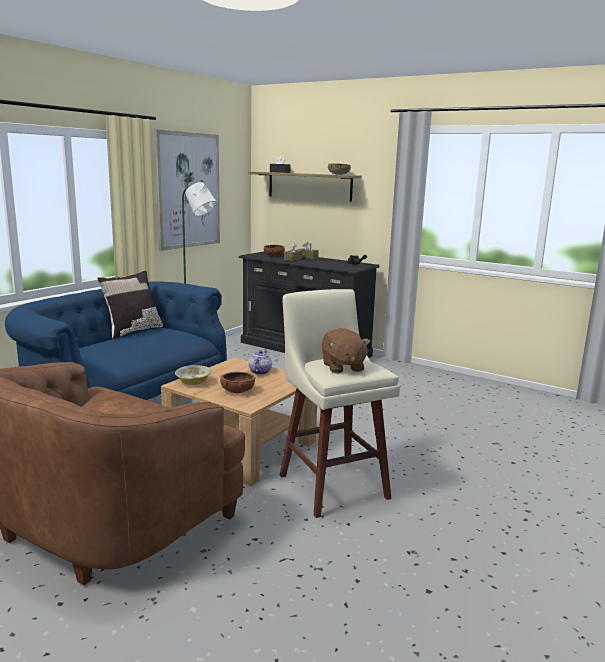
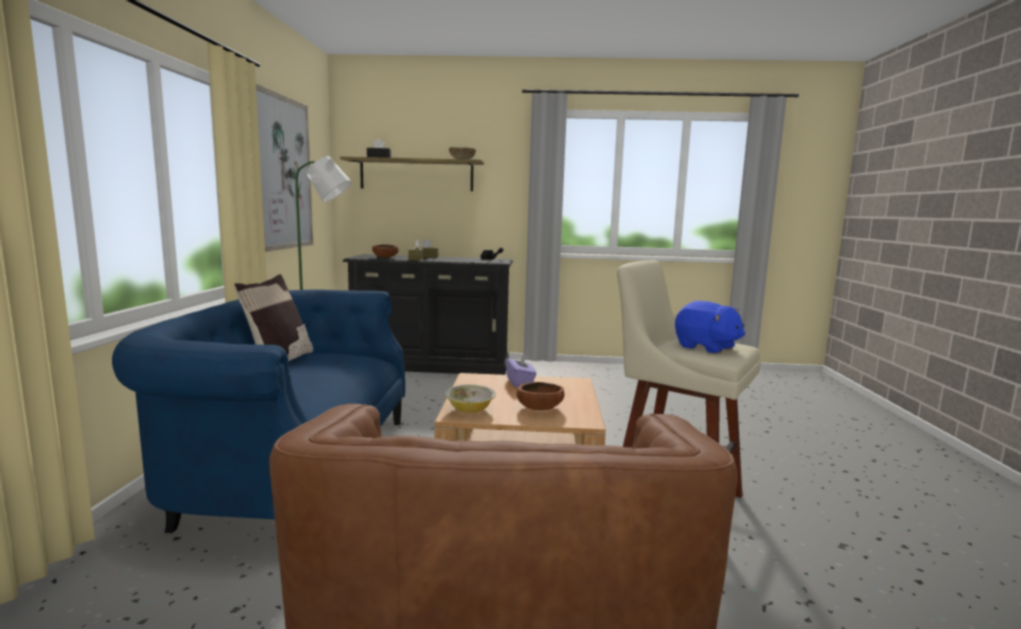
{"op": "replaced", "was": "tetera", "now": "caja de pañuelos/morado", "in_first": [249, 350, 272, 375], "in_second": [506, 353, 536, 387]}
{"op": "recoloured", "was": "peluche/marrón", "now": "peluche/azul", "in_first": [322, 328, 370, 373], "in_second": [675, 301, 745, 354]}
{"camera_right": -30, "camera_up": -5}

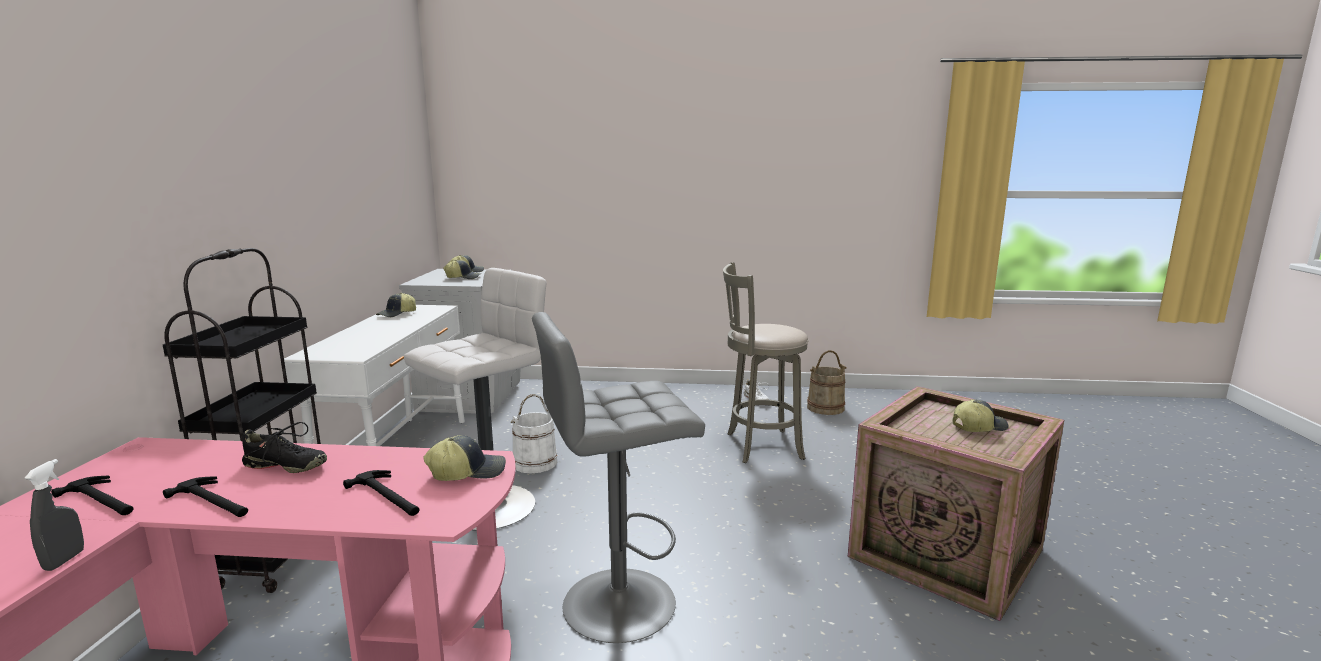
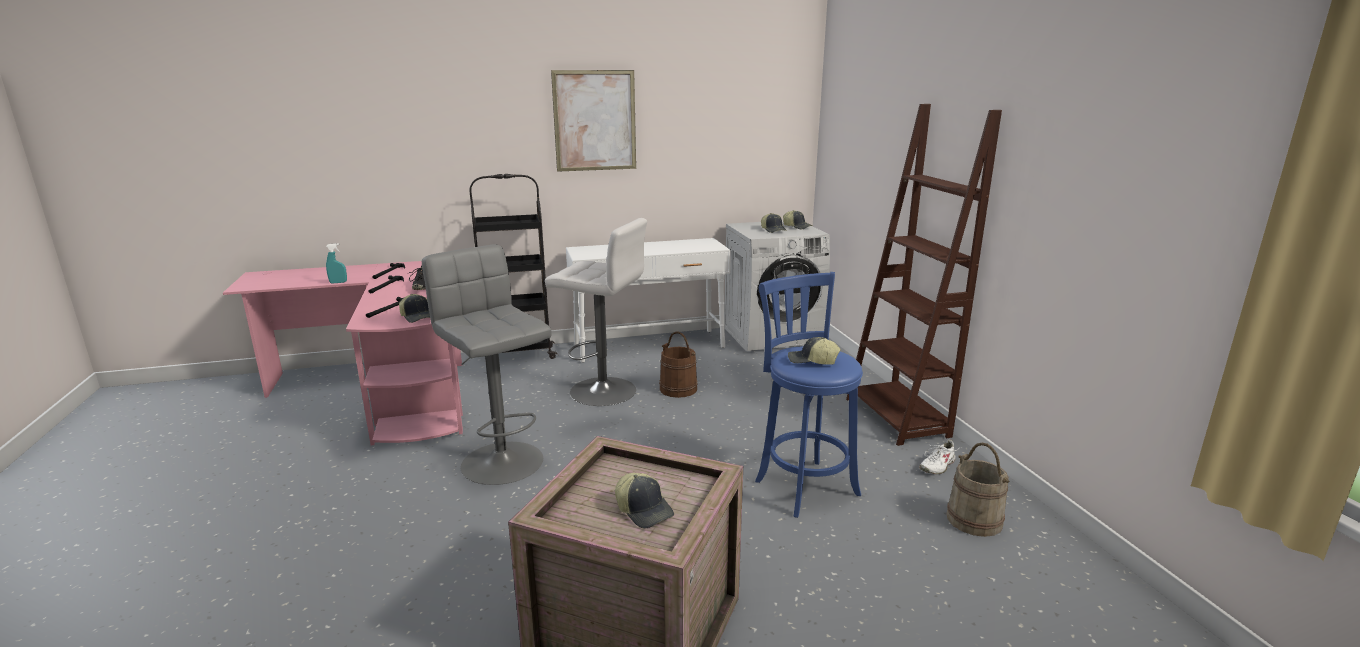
{"op": "recoloured", "was": "pulverizador/gris", "now": "pulverizador/turquesa", "in_first": [25, 459, 84, 571], "in_second": [326, 243, 347, 284]}
{"op": "moved", "was": "gorra", "in_first": [376, 293, 416, 317], "in_second": [788, 337, 841, 365]}
{"op": "recoloured", "was": "cubo/blanco", "now": "cubo/marrón", "in_first": [510, 394, 557, 473], "in_second": [659, 331, 698, 398]}
{"op": "recoloured", "was": "taburete/gris", "now": "taburete/azul", "in_first": [723, 262, 808, 463], "in_second": [755, 272, 863, 518]}
{"op": "added", "now": "cuadro", "in_second": [551, 70, 636, 172]}
{"op": "added", "now": "estantería/marrón", "in_second": [846, 104, 1002, 446]}
{"camera_right": 70, "camera_up": 5}

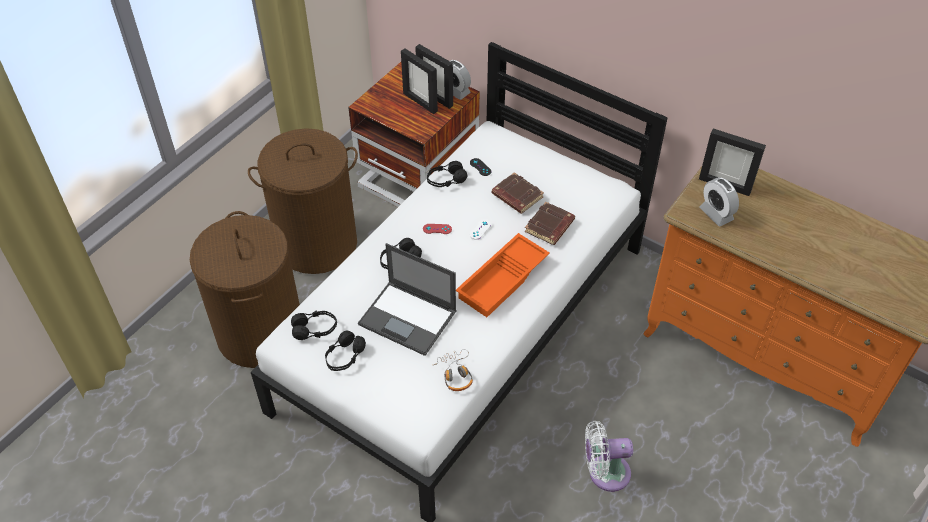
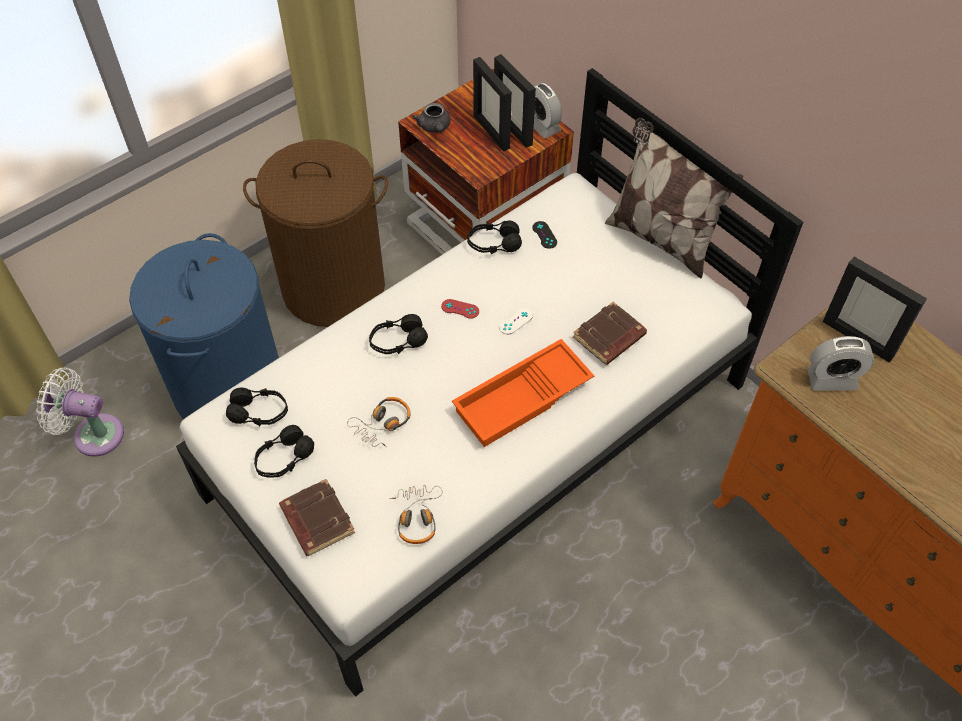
{"op": "recoloured", "was": "cesto de la ropa/marrón", "now": "cesto de la ropa/azul", "in_first": [190, 211, 300, 368], "in_second": [129, 233, 279, 419]}
{"op": "replaced", "was": "portátil", "now": "auriculares", "in_first": [358, 243, 457, 356], "in_second": [347, 397, 411, 447]}
{"op": "moved", "was": "libro/marrón", "in_first": [492, 172, 544, 214], "in_second": [279, 479, 355, 556]}
{"op": "moved", "was": "ventilador/blanco", "in_first": [585, 421, 633, 492], "in_second": [36, 367, 124, 457]}
{"op": "turned", "was": "despertador", "in_first": [699, 177, 739, 227], "in_second": [807, 336, 874, 391], "clockwise": -75}
{"op": "added", "now": "tetera/gris", "in_second": [413, 103, 450, 133]}
{"op": "added", "now": "cojín", "in_second": [605, 118, 743, 279]}
{"camera_right": 15, "camera_up": 5}

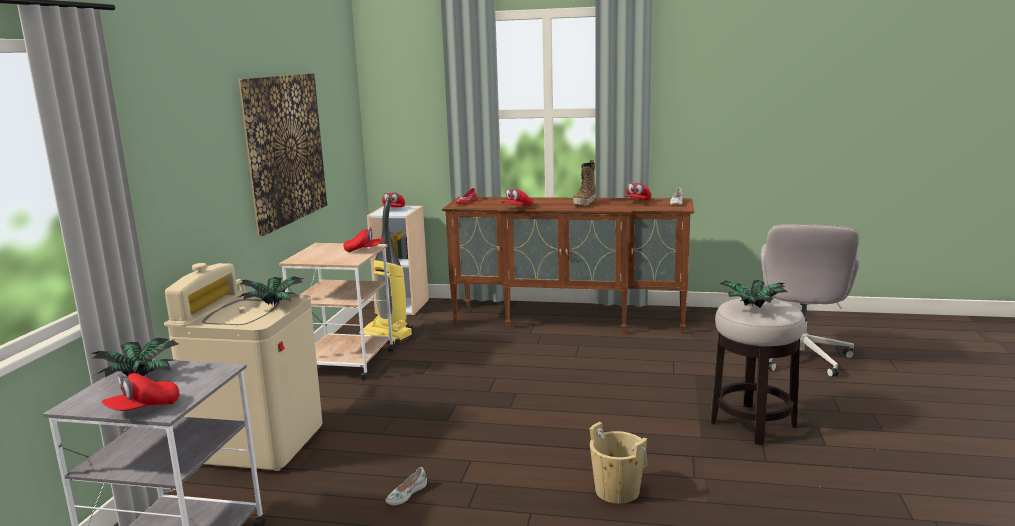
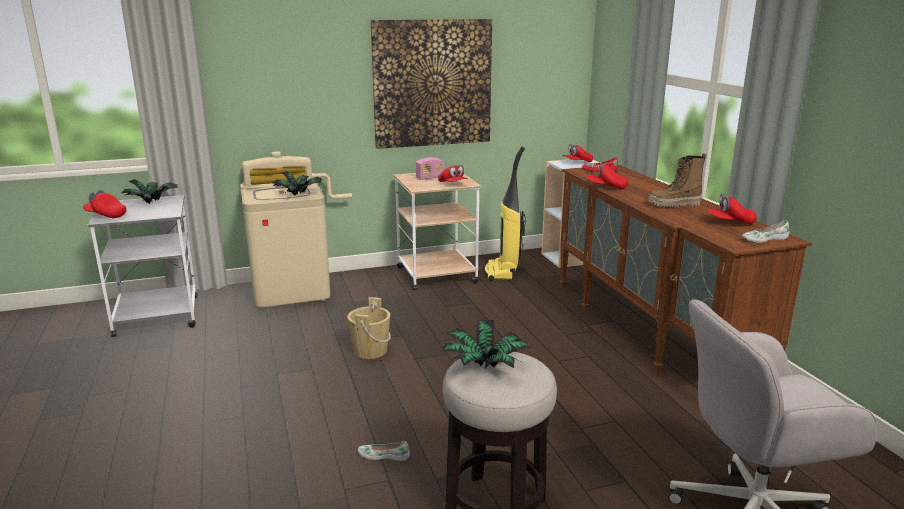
{"op": "moved", "was": "zapato/blanco", "in_first": [385, 467, 427, 505], "in_second": [358, 441, 410, 461]}
{"op": "moved", "was": "cubo/beis", "in_first": [590, 422, 647, 504], "in_second": [347, 297, 391, 359]}
{"op": "added", "now": "radio", "in_second": [416, 157, 444, 180]}
{"camera_right": 60, "camera_up": 5}

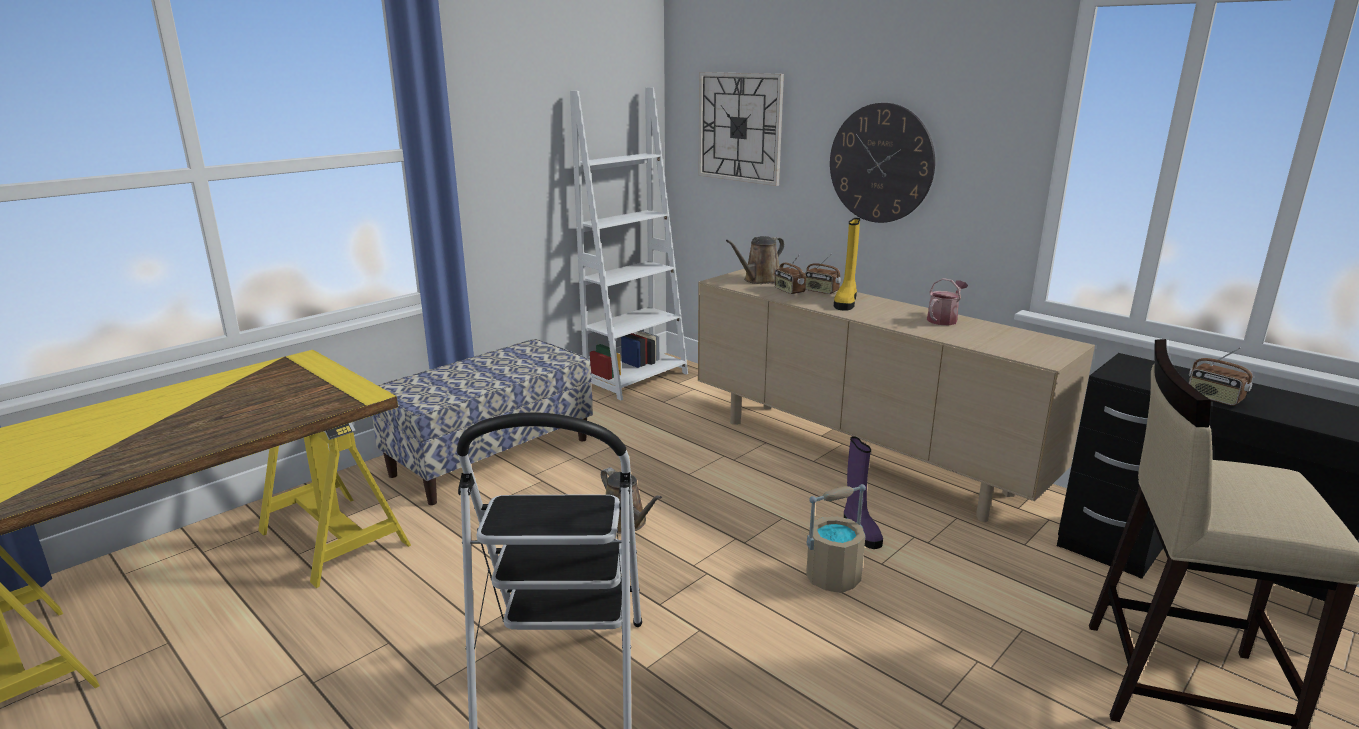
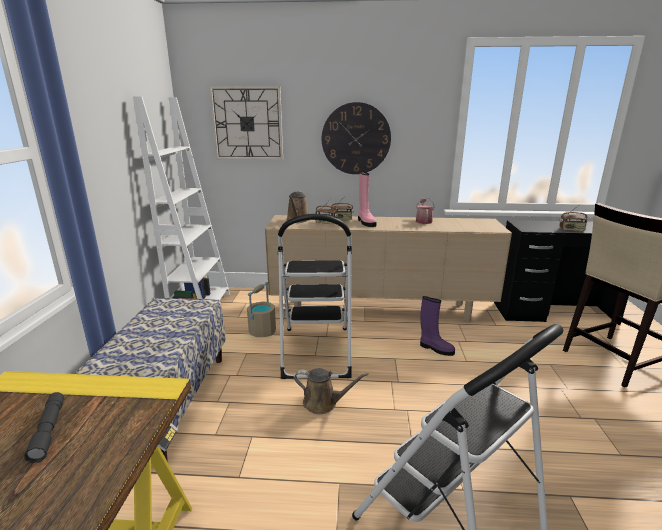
{"op": "moved", "was": "cubo/beis", "in_first": [806, 484, 866, 593], "in_second": [247, 282, 276, 337]}
{"op": "recoloured", "was": "bota/amarillo", "now": "bota/rosa", "in_first": [834, 218, 860, 311], "in_second": [358, 171, 377, 227]}
{"op": "added", "now": "linterna/gris", "in_second": [24, 392, 64, 463]}
{"op": "added", "now": "escalera de tijera", "in_second": [278, 214, 352, 379]}
{"camera_right": -40, "camera_up": 0}

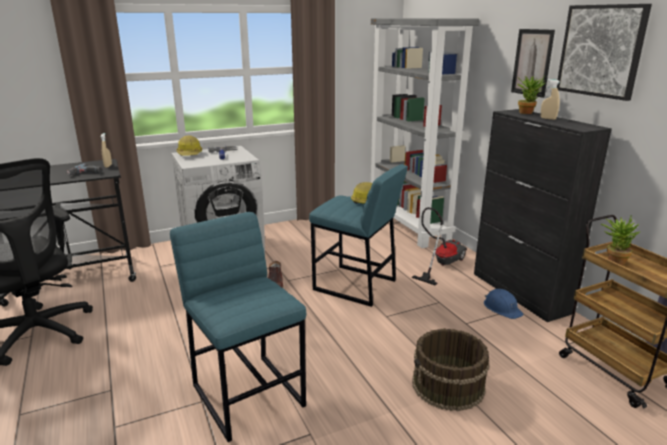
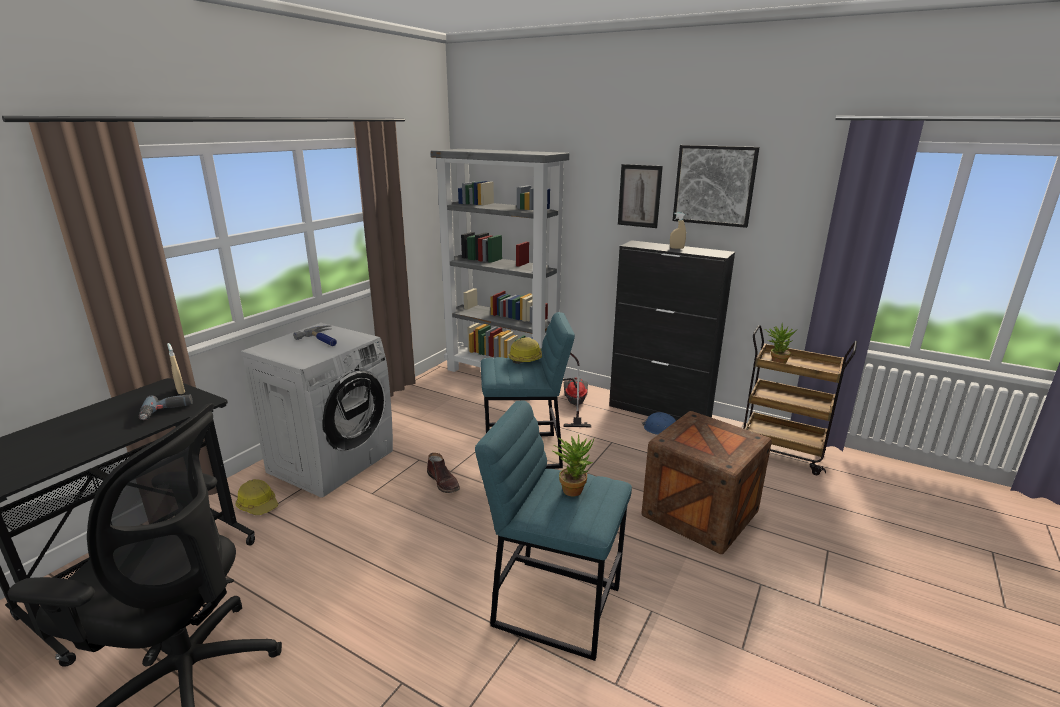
{"op": "moved", "was": "casco", "in_first": [176, 135, 202, 156], "in_second": [236, 479, 279, 515]}
{"op": "replaced", "was": "cubo/marrón", "now": "caja de embalaje", "in_first": [412, 328, 489, 411], "in_second": [641, 411, 772, 554]}
{"op": "moved", "was": "planta en maceta", "in_first": [517, 76, 545, 114], "in_second": [553, 434, 594, 497]}
{"camera_right": -35, "camera_up": 0}

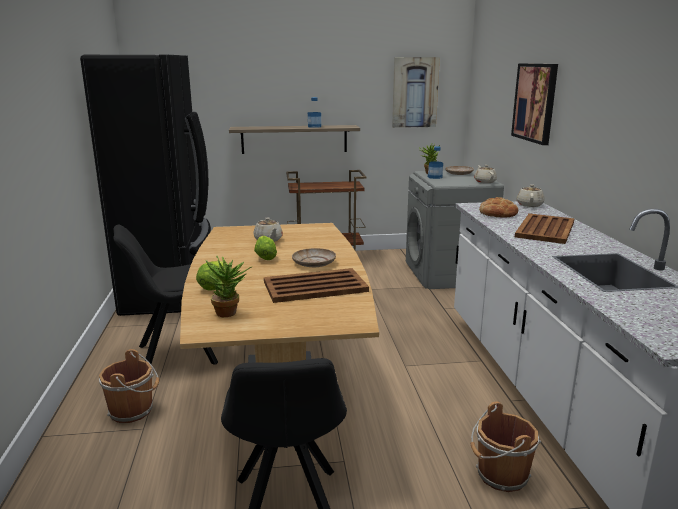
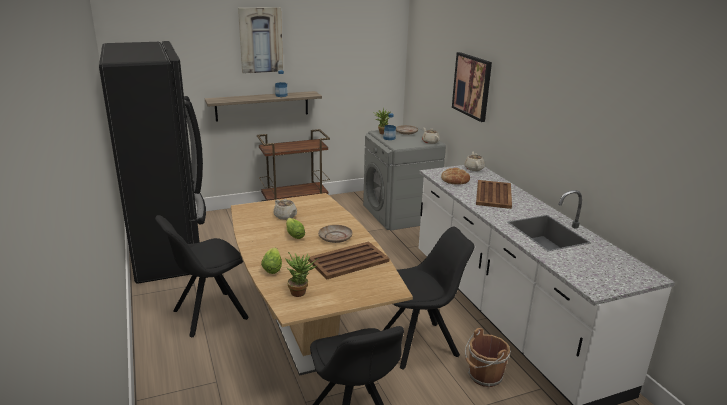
{"op": "removed", "was": "cubo/marrón", "in_first": [99, 349, 159, 423]}
{"op": "moved", "was": "cuadro", "in_first": [392, 57, 440, 128], "in_second": [238, 7, 283, 73]}
{"op": "added", "now": "silla/negro", "in_second": [382, 227, 474, 370]}
{"camera_right": -15, "camera_up": 5}

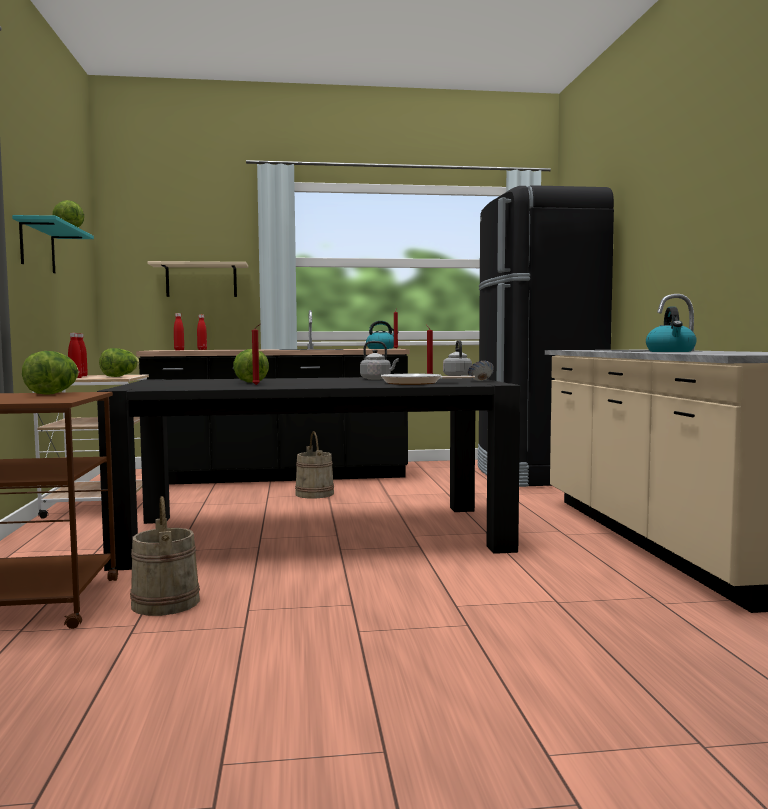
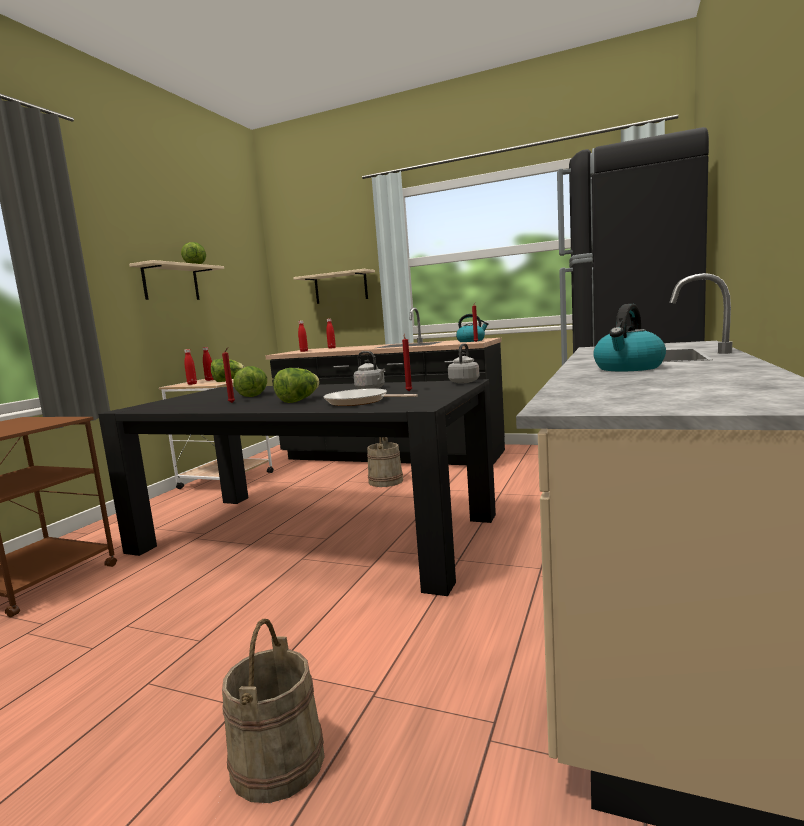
{"op": "recoloured", "was": "estante/turquesa", "now": "estante/beis", "in_first": [12, 215, 94, 273], "in_second": [129, 260, 224, 300]}
{"op": "moved", "was": "lechuga", "in_first": [22, 351, 79, 394], "in_second": [273, 368, 320, 403]}
{"op": "moved", "was": "cubo/beis", "in_first": [130, 496, 200, 616], "in_second": [222, 619, 325, 803]}
{"op": "removed", "was": "cuenco", "in_first": [468, 361, 494, 381]}
{"camera_right": 30, "camera_up": 5}

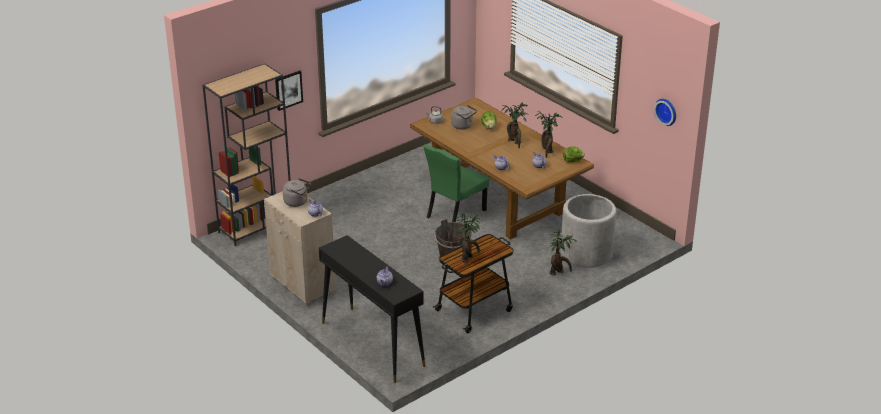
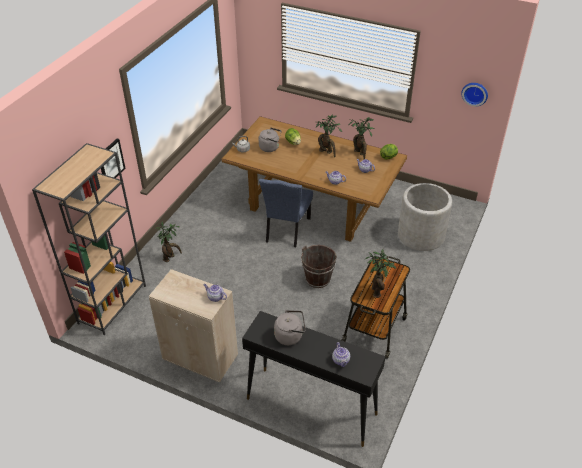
{"op": "moved", "was": "hervidor/gris", "in_first": [283, 178, 311, 207], "in_second": [274, 310, 306, 345]}
{"op": "recoloured", "was": "silla/verde", "now": "silla/azul", "in_first": [423, 144, 489, 222], "in_second": [259, 179, 313, 247]}
{"op": "moved", "was": "planta en maceta", "in_first": [550, 230, 576, 275], "in_second": [155, 222, 182, 262]}
{"camera_right": -25, "camera_up": 10}

